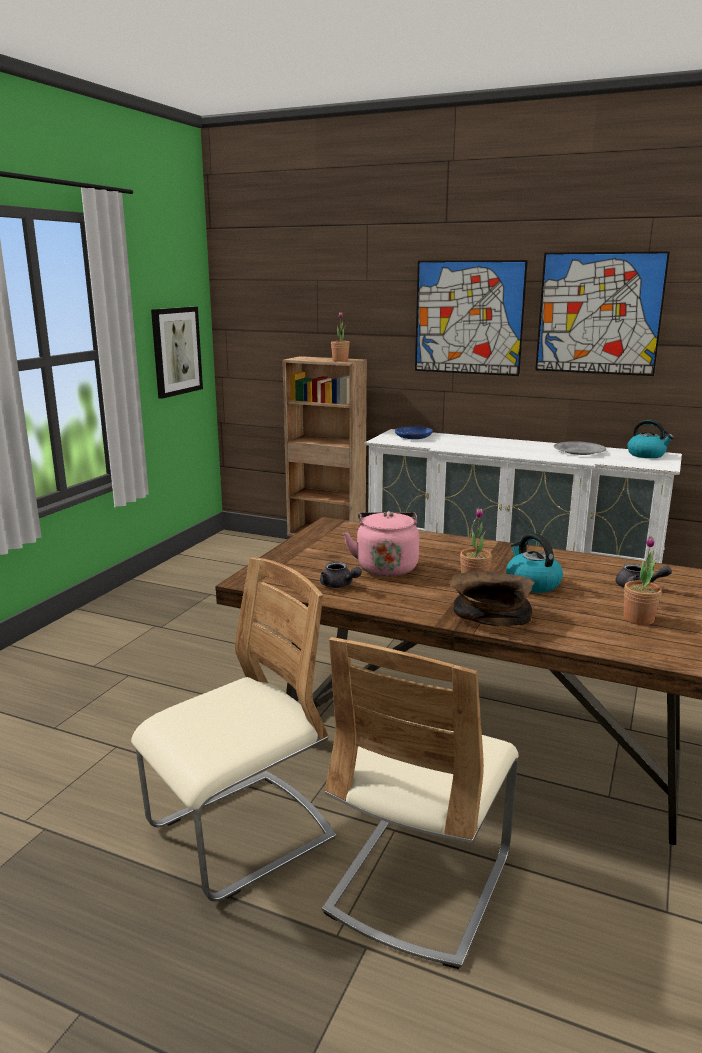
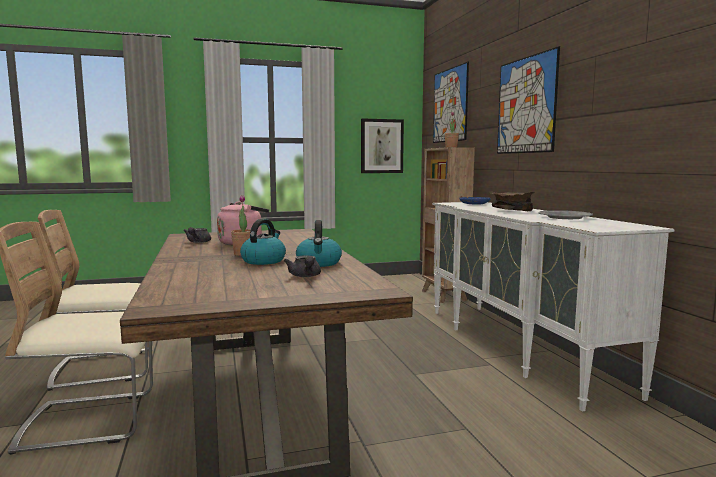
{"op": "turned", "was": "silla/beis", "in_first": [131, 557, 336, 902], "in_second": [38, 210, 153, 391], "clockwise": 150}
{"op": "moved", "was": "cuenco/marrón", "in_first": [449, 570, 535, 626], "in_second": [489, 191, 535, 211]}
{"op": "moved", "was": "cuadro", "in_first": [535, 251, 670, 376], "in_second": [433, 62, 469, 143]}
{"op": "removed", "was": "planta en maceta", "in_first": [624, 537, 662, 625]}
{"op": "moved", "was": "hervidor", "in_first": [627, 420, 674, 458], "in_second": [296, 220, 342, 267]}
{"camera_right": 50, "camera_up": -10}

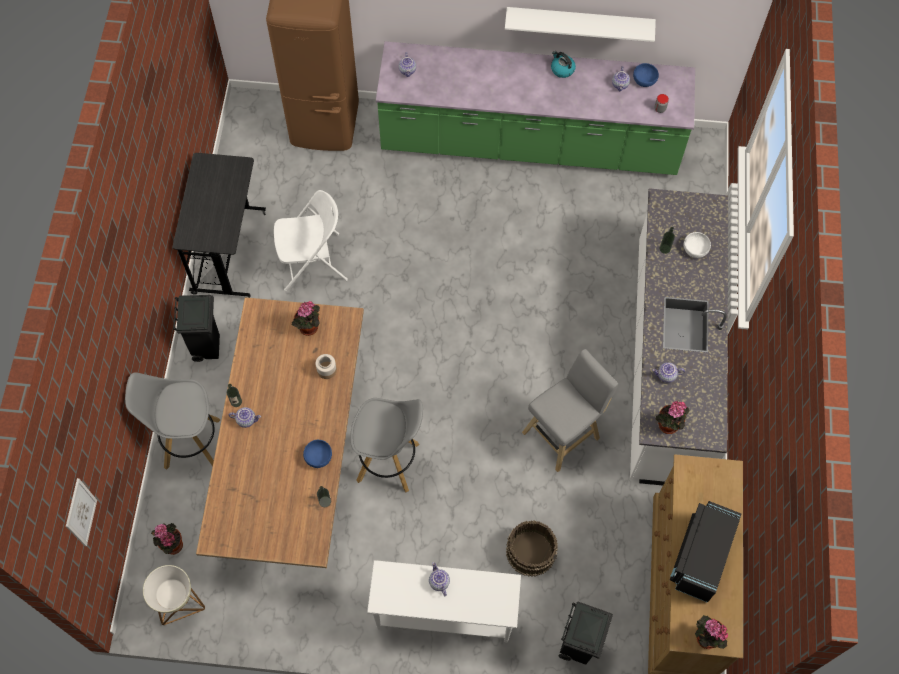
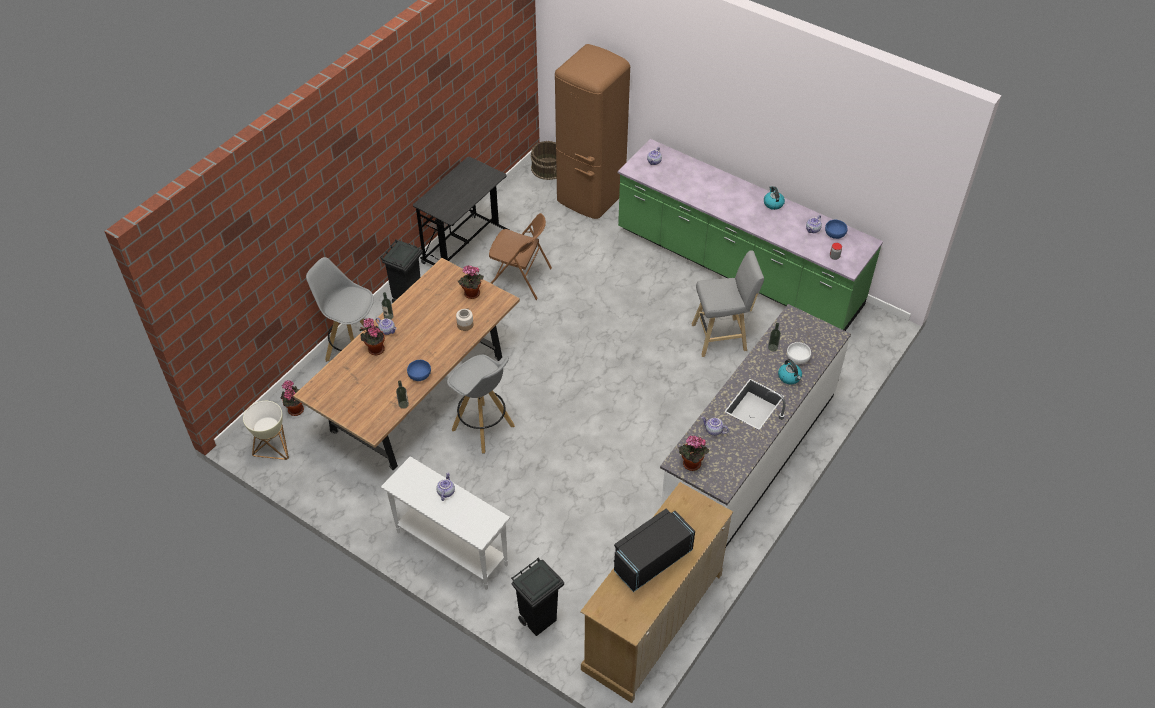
{"op": "removed", "was": "cuadro", "in_first": [66, 478, 97, 546]}
{"op": "recoloured", "was": "silla/blanco", "now": "silla/marrón", "in_first": [274, 190, 348, 292], "in_second": [489, 213, 552, 300]}
{"op": "removed", "was": "estante/blanco", "in_first": [505, 7, 656, 42]}
{"op": "moved", "was": "cubo/marrón", "in_first": [506, 520, 558, 577], "in_second": [531, 141, 557, 180]}
{"op": "moved", "was": "taburete/gris", "in_first": [522, 349, 618, 472], "in_second": [692, 250, 764, 357]}
{"op": "moved", "was": "planta en maceta", "in_first": [695, 615, 728, 649], "in_second": [359, 318, 385, 356]}
{"op": "added", "now": "hervidor", "in_second": [778, 359, 802, 384]}
{"camera_right": 30, "camera_up": -15}

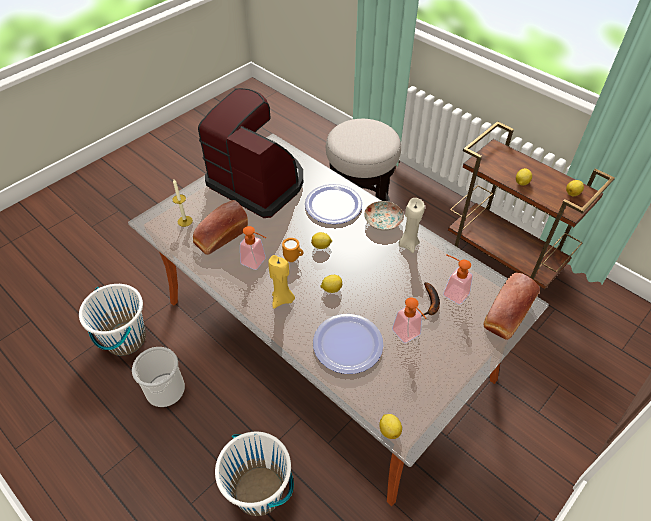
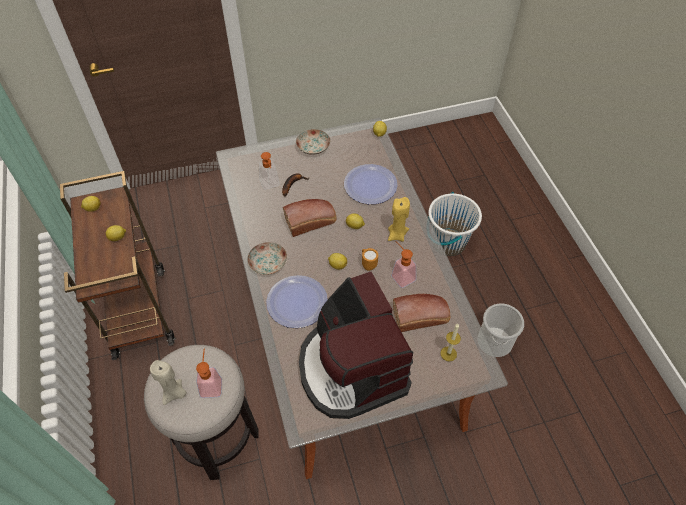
{"op": "removed", "was": "cubo/blanco", "in_first": [79, 284, 146, 356]}
{"op": "moved", "was": "dispensador de jabón", "in_first": [392, 298, 427, 343], "in_second": [196, 348, 222, 398]}
{"op": "moved", "was": "vela/beis", "in_first": [399, 198, 425, 253], "in_second": [150, 360, 186, 405]}
{"op": "moved", "was": "pan", "in_first": [483, 273, 540, 340], "in_second": [283, 199, 337, 237]}
{"op": "added", "now": "plato", "in_second": [296, 129, 330, 155]}
{"camera_right": -150, "camera_up": 5}

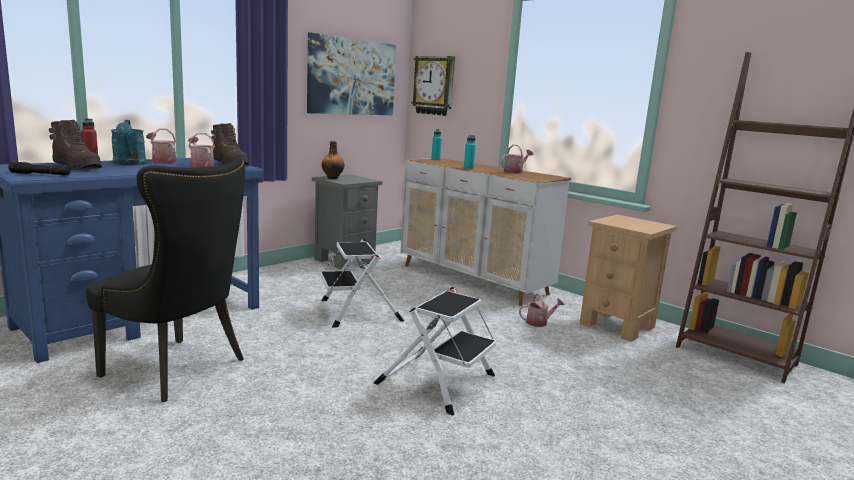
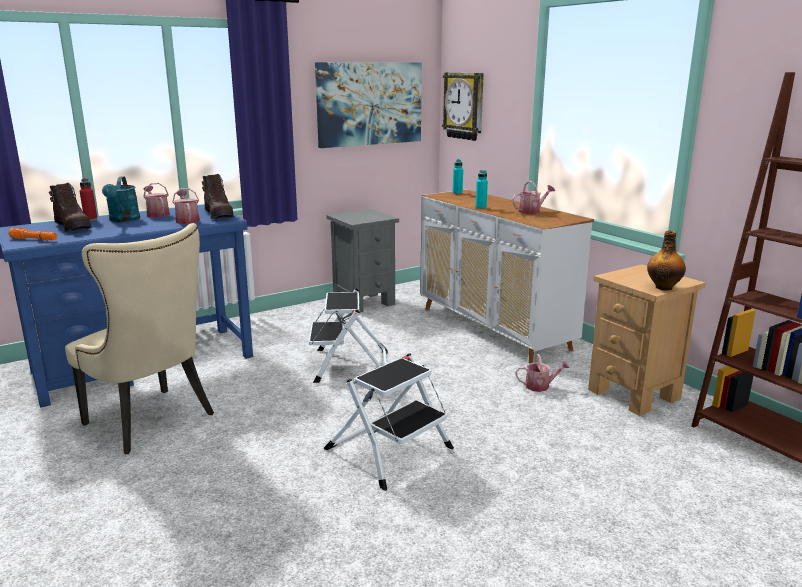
{"op": "recoloured", "was": "linterna/negro", "now": "linterna/naranja", "in_first": [8, 162, 71, 175], "in_second": [8, 228, 57, 240]}
{"op": "recoloured", "was": "silla/negro", "now": "silla/beis", "in_first": [86, 157, 245, 402], "in_second": [65, 223, 214, 454]}
{"op": "moved", "was": "botella", "in_first": [321, 141, 345, 179], "in_second": [647, 231, 686, 291]}
{"camera_right": 15, "camera_up": 5}

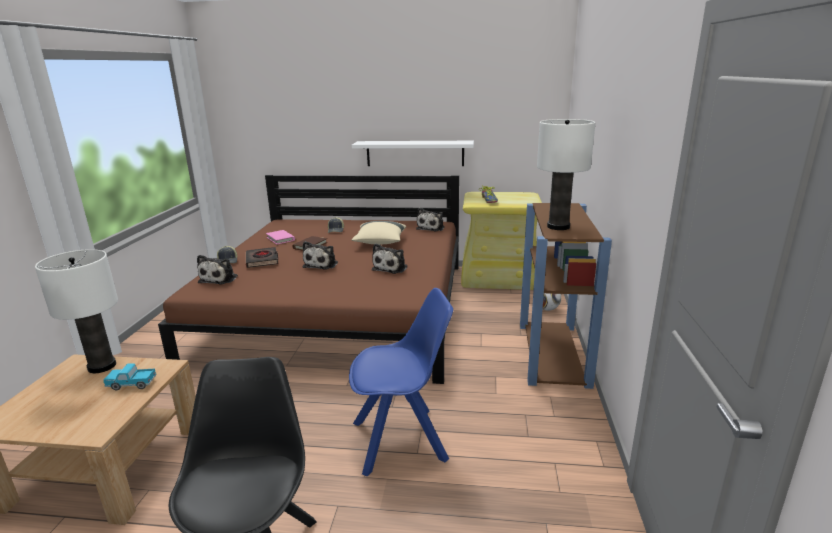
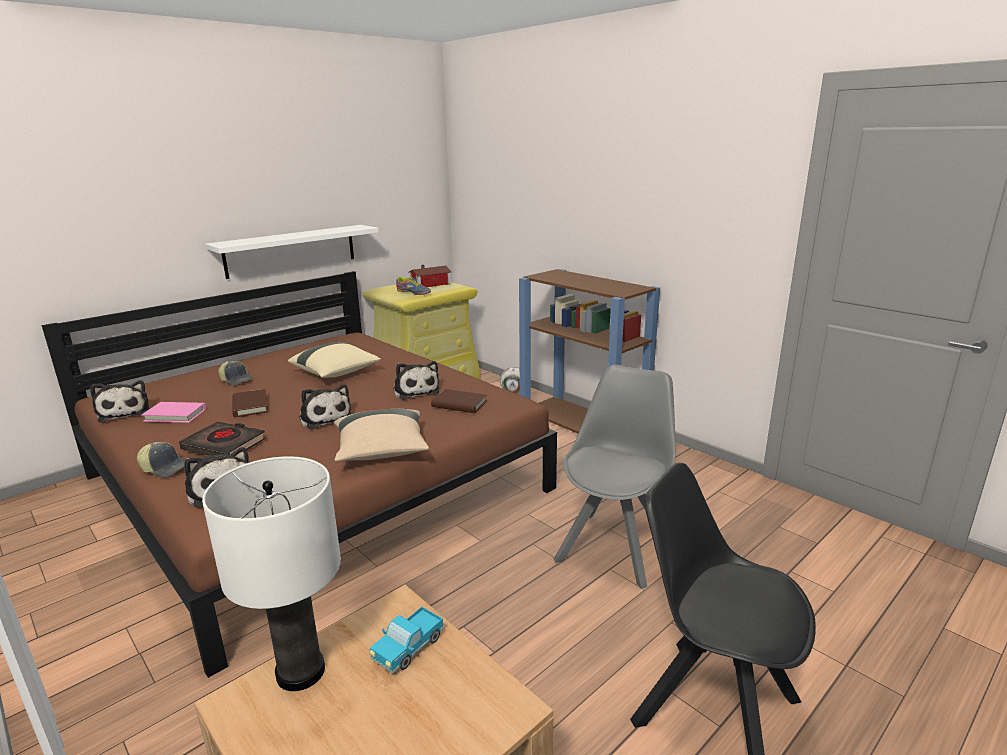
{"op": "recoloured", "was": "silla/azul", "now": "silla/gris", "in_first": [349, 288, 453, 477], "in_second": [554, 365, 676, 589]}
{"op": "moved", "was": "peluche", "in_first": [416, 208, 445, 231], "in_second": [90, 380, 150, 423]}
{"op": "removed", "was": "lámpara de mesa/blanco", "in_first": [537, 119, 595, 230]}
{"op": "added", "now": "cojín/beis", "in_second": [334, 409, 429, 462]}
{"op": "added", "now": "casita", "in_second": [409, 265, 451, 287]}
{"op": "added", "now": "libro/marrón", "in_second": [431, 389, 487, 413]}
{"camera_right": -50, "camera_up": 0}

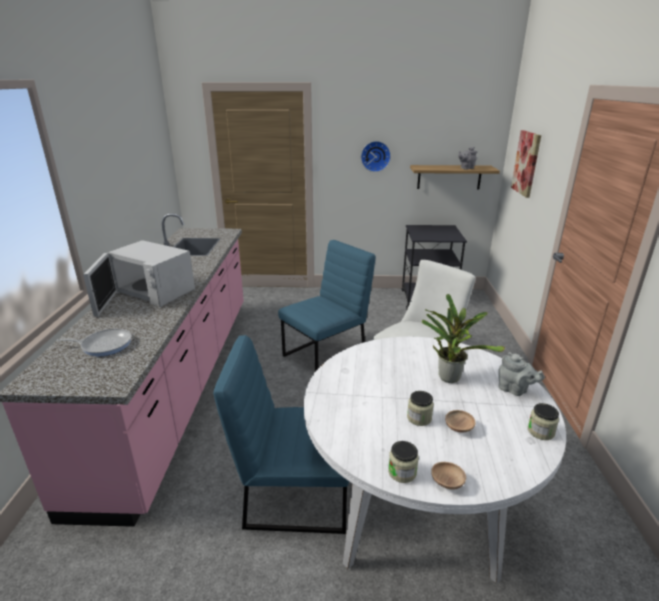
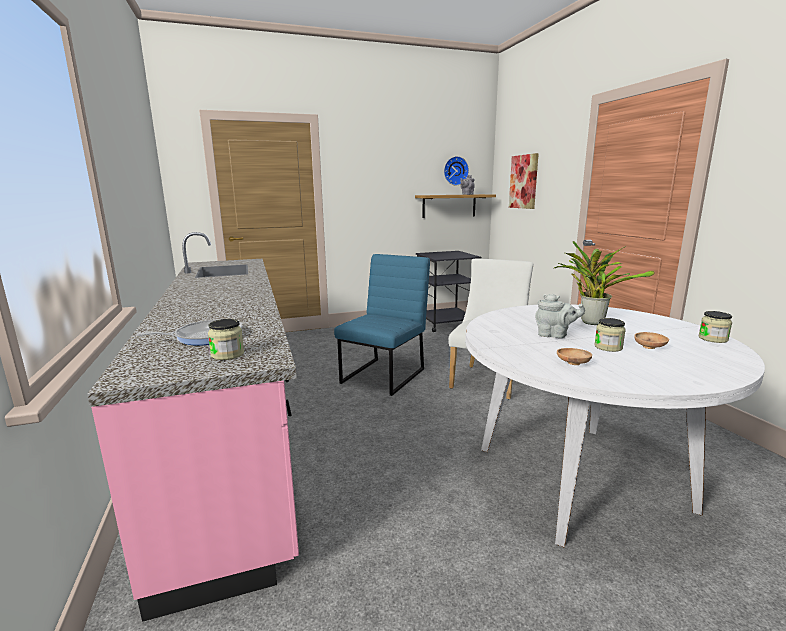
{"op": "removed", "was": "microondas/blanco", "in_first": [83, 240, 195, 317]}
{"op": "removed", "was": "silla/azul", "in_first": [213, 335, 349, 534]}
{"op": "moved", "was": "reloj de pared", "in_first": [361, 141, 391, 172], "in_second": [444, 156, 469, 185]}
{"op": "moved", "was": "tarro", "in_first": [388, 441, 419, 483], "in_second": [208, 319, 244, 360]}
{"op": "moved", "was": "cuenco/marrón", "in_first": [431, 462, 466, 490], "in_second": [557, 348, 592, 365]}
{"op": "moved", "was": "tetera/gris", "in_first": [498, 352, 545, 396], "in_second": [535, 294, 585, 338]}
{"camera_right": -20, "camera_up": -10}

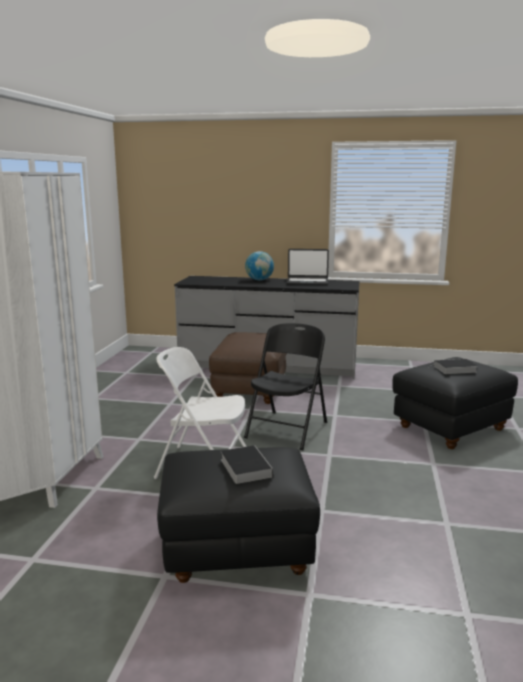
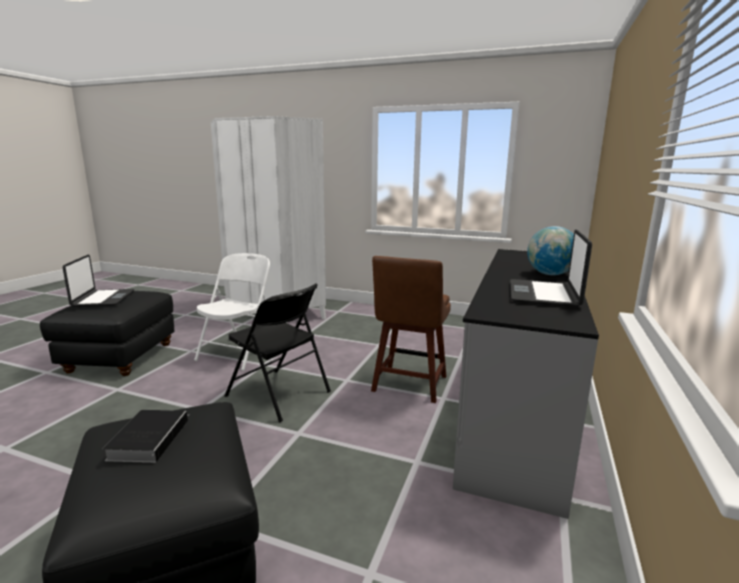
{"op": "replaced", "was": "puf/marrón", "now": "silla/marrón", "in_first": [209, 332, 287, 404], "in_second": [371, 256, 451, 403]}
{"op": "replaced", "was": "libro", "now": "portátil", "in_first": [221, 445, 273, 484], "in_second": [63, 254, 134, 307]}
{"camera_right": 100, "camera_up": 0}

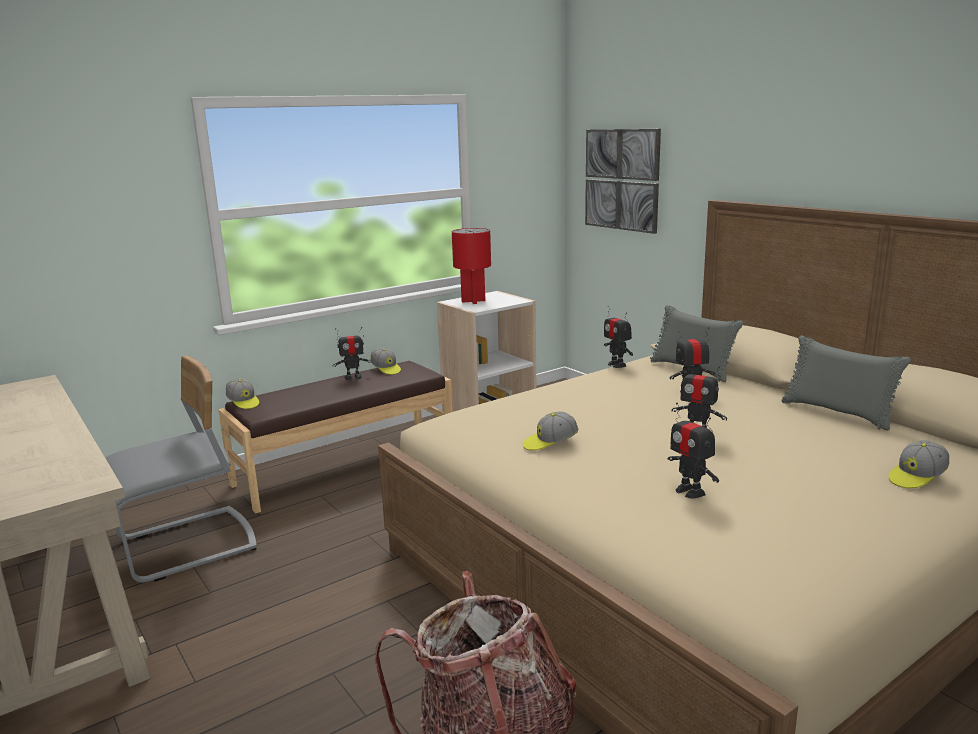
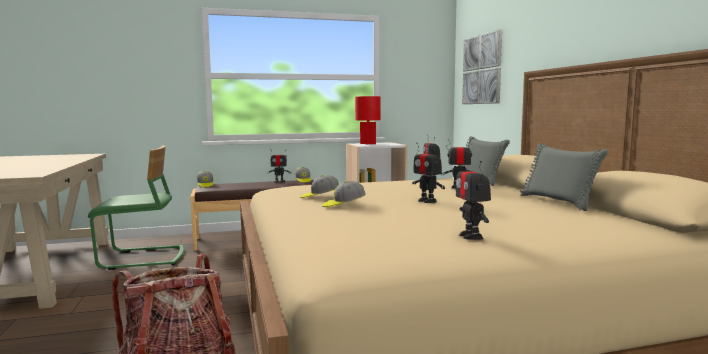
{"op": "recoloured", "was": "silla/gris", "now": "silla/verde", "in_first": [105, 355, 257, 583], "in_second": [88, 145, 184, 270]}
{"op": "moved", "was": "robot de juguete", "in_first": [668, 403, 719, 498], "in_second": [456, 155, 491, 240]}
{"op": "moved", "was": "gorra", "in_first": [888, 440, 949, 488], "in_second": [322, 181, 366, 207]}
{"camera_right": 20, "camera_up": -10}

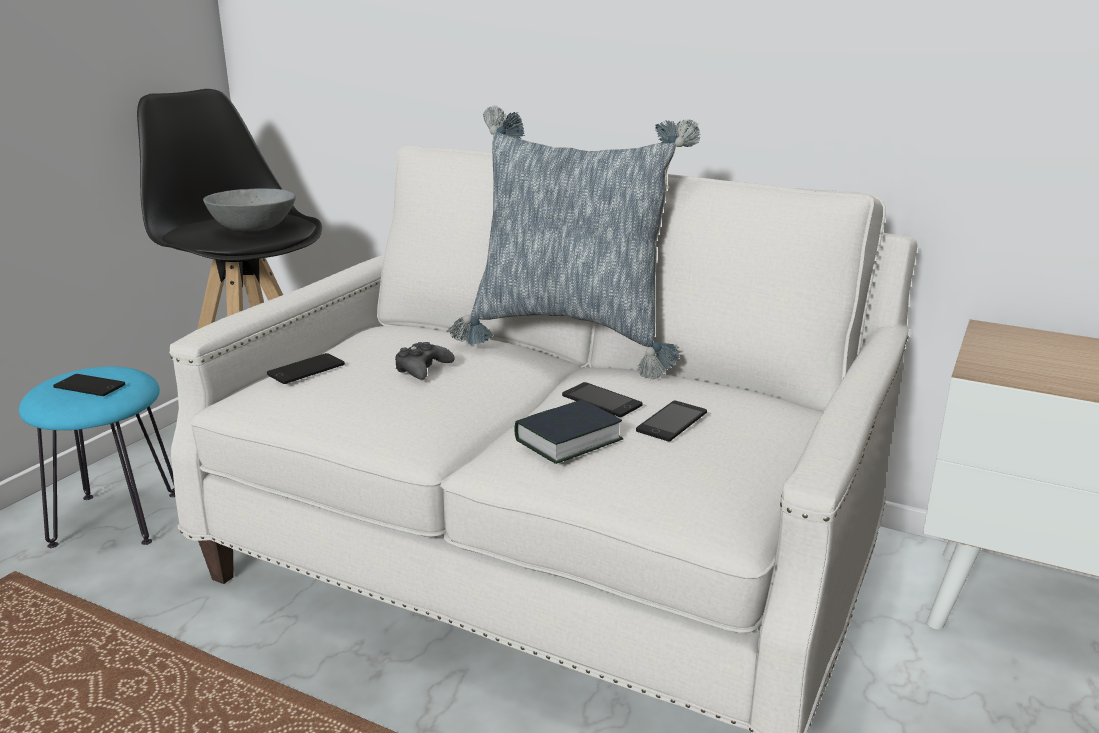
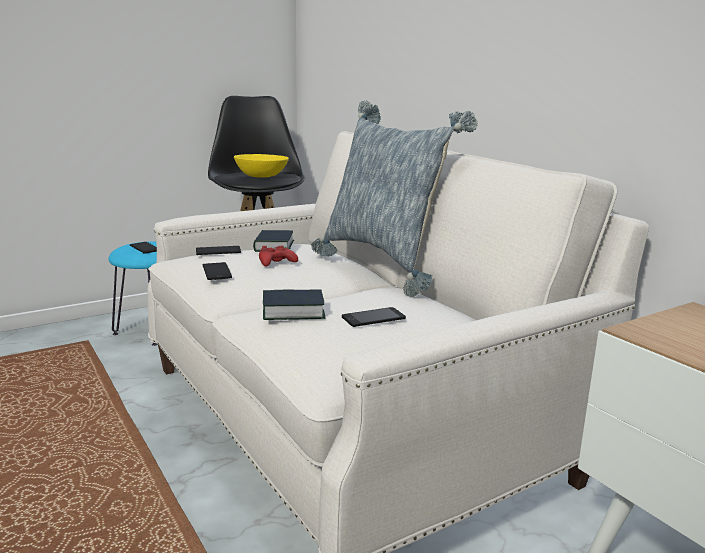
{"op": "recoloured", "was": "cuenco/gris", "now": "cuenco/amarillo", "in_first": [203, 188, 296, 231], "in_second": [234, 154, 289, 178]}
{"op": "recoloured", "was": "mando de consola/negro", "now": "mando de consola/rojo", "in_first": [395, 342, 455, 380], "in_second": [259, 246, 298, 267]}
{"op": "moved", "was": "móvil", "in_first": [562, 382, 643, 417], "in_second": [203, 262, 232, 280]}
{"op": "added", "now": "libro", "in_second": [253, 230, 294, 252]}
{"camera_right": 30, "camera_up": -5}

